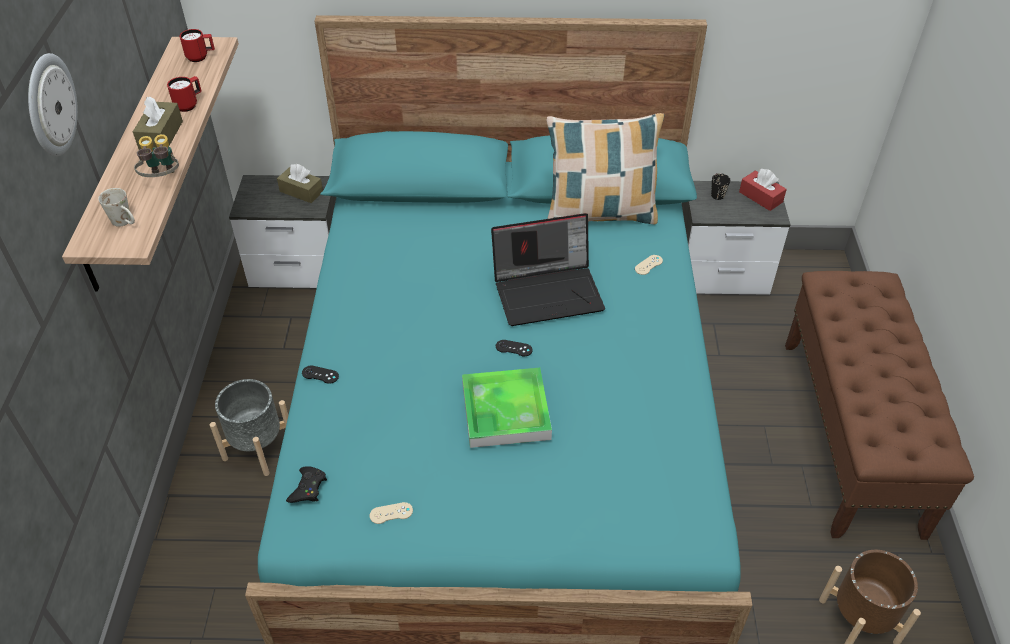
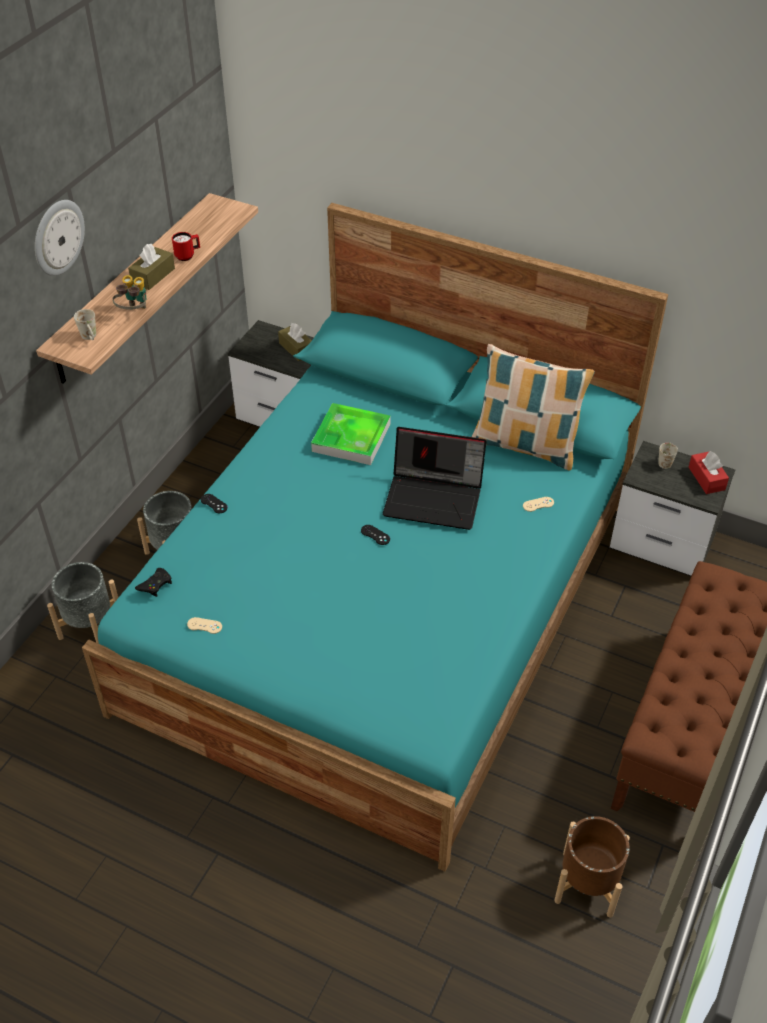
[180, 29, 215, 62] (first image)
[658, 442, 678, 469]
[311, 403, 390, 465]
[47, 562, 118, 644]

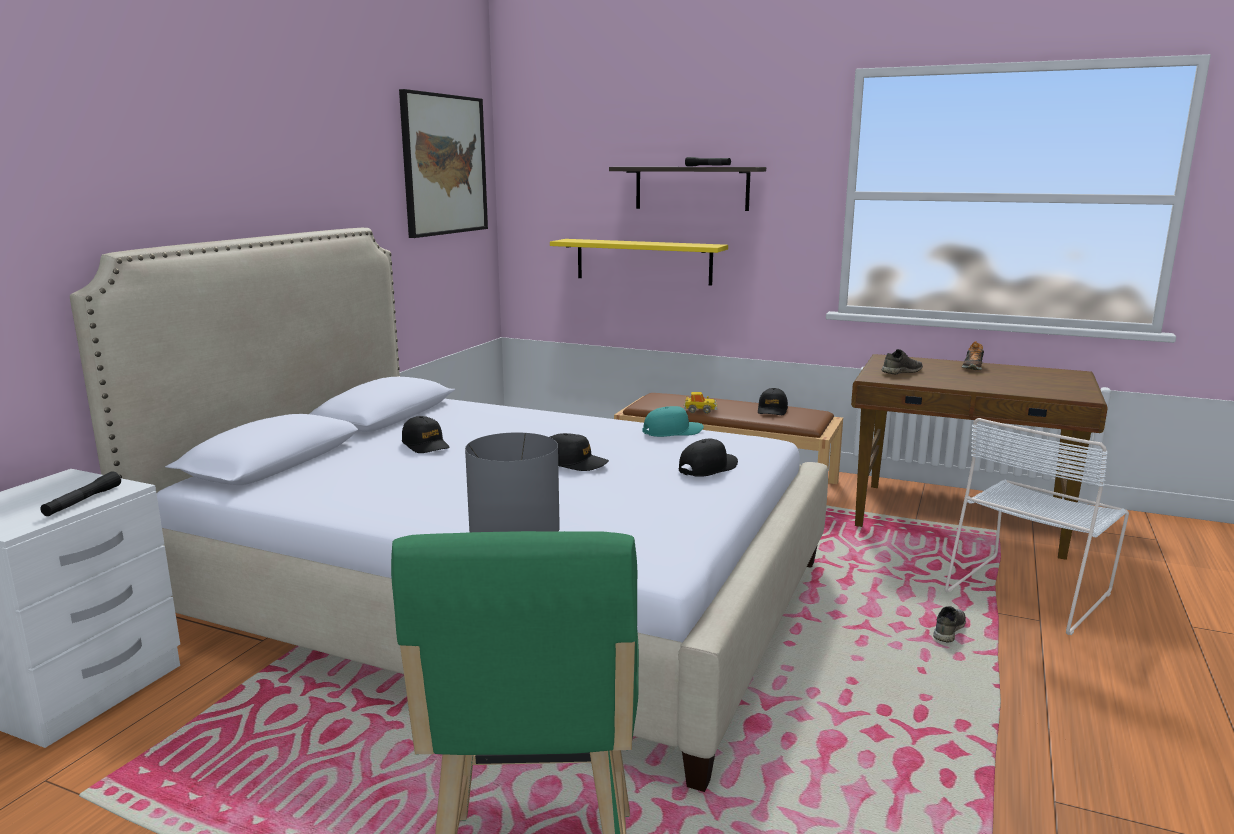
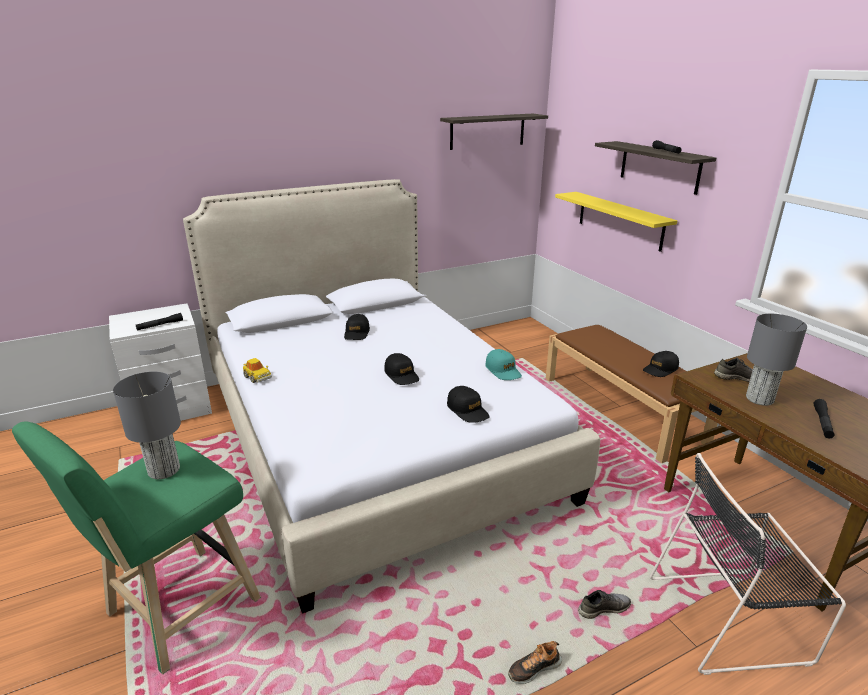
[440, 114, 548, 150]
[508, 641, 562, 684]
[243, 358, 272, 383]
[485, 349, 522, 380]
[650, 453, 846, 675]
[447, 386, 490, 423]
[746, 314, 807, 406]
[814, 399, 835, 438]

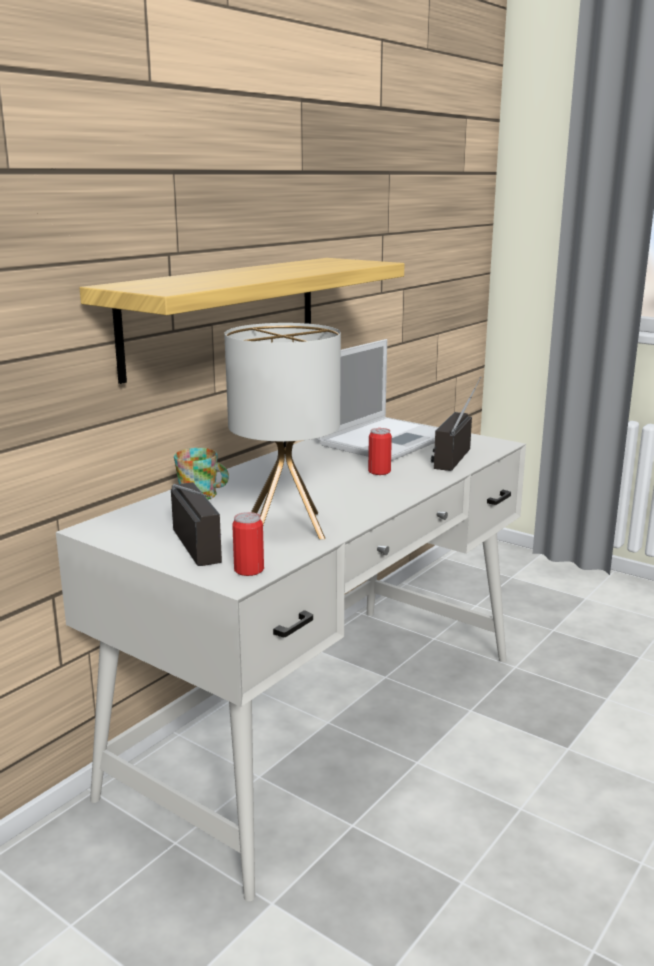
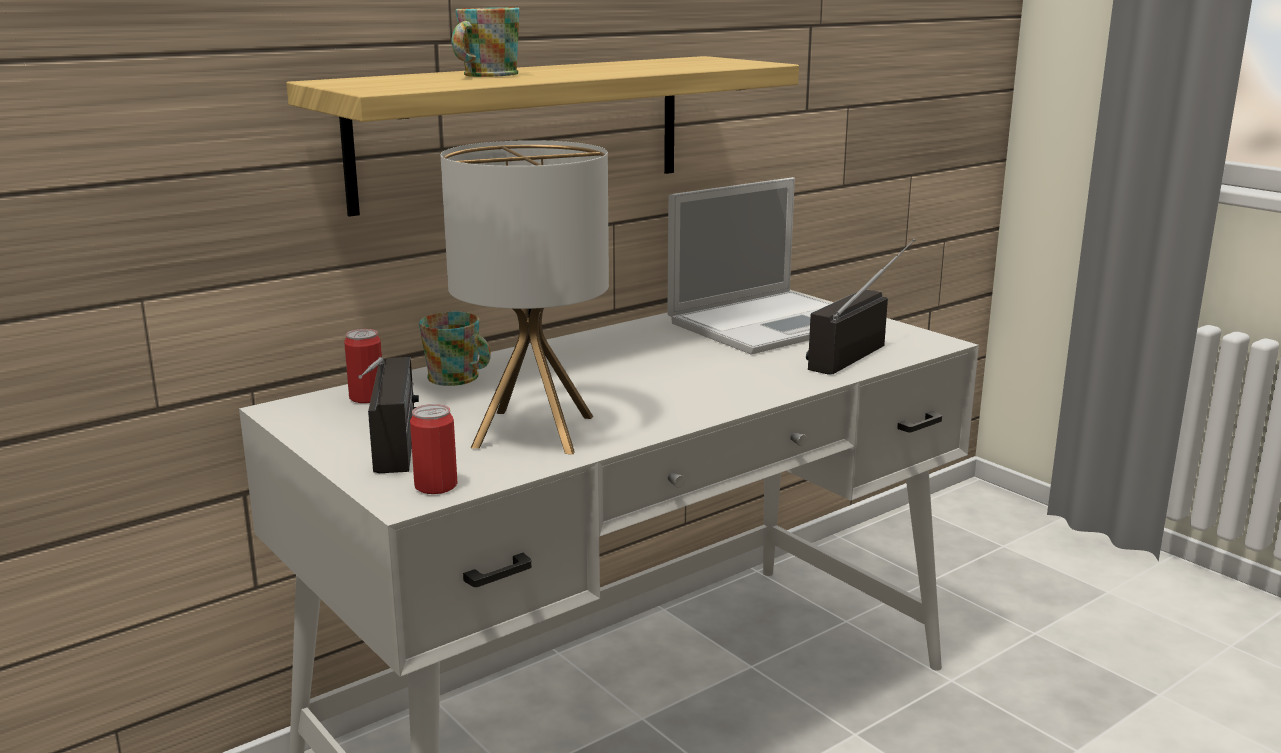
[344, 329, 382, 403]
[452, 7, 520, 77]

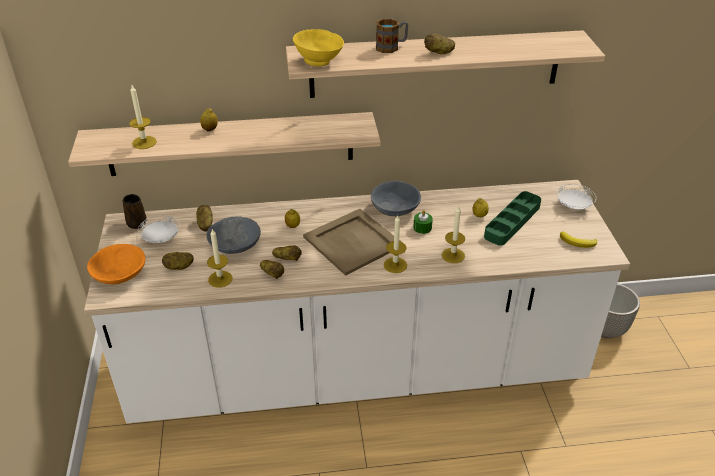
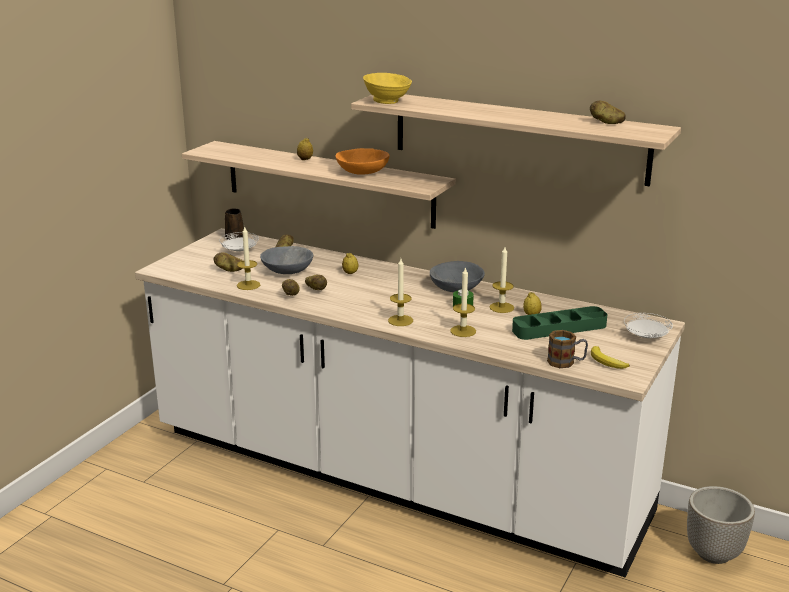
[547, 330, 588, 368]
[590, 100, 625, 124]
[489, 247, 514, 313]
[303, 209, 403, 276] (first image)
[335, 148, 390, 175]

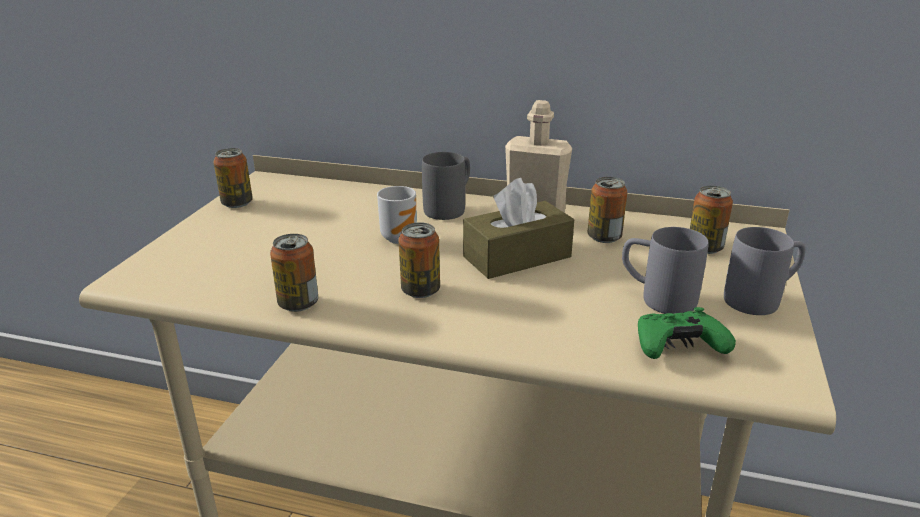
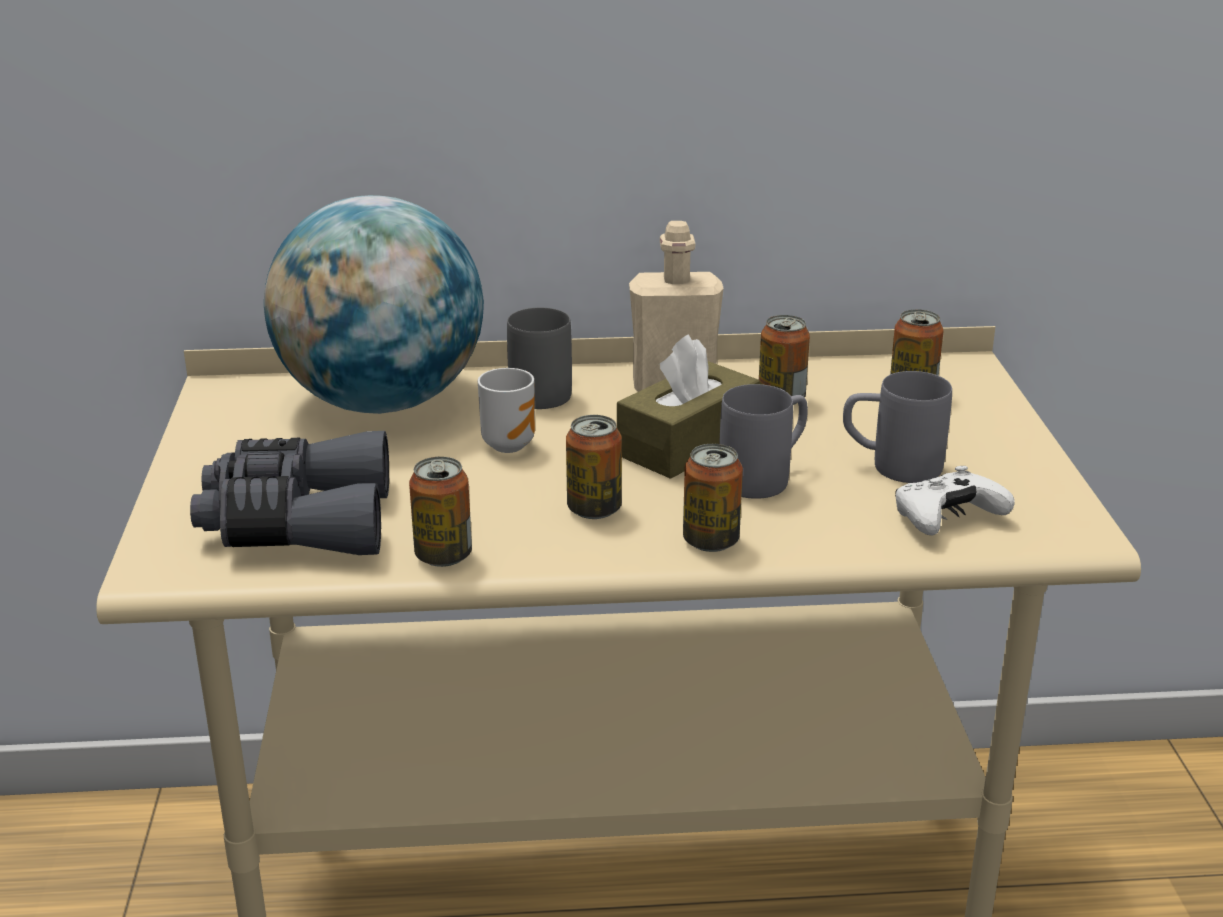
[683, 444, 743, 552]
[719, 384, 808, 499]
[895, 466, 1015, 536]
[264, 195, 484, 414]
[190, 431, 389, 555]

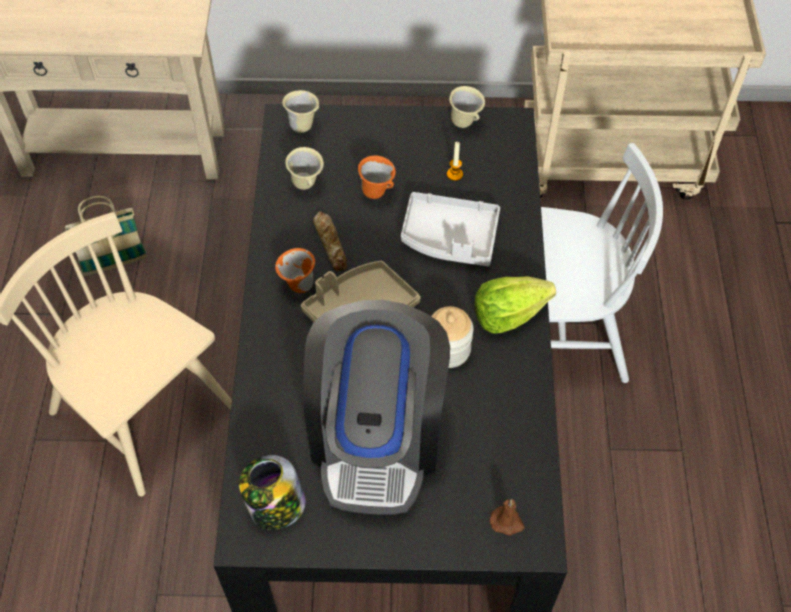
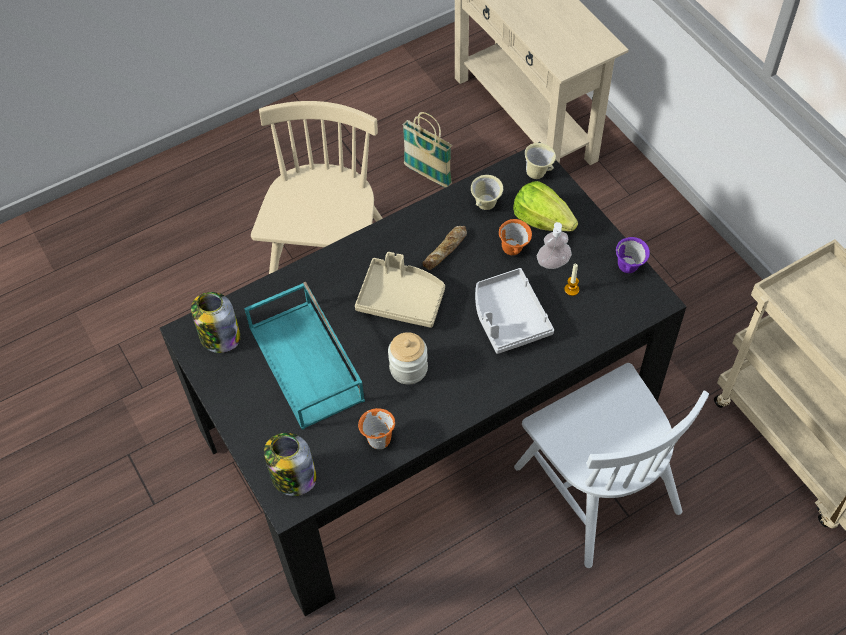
[616, 237, 650, 273]
[358, 408, 395, 449]
[513, 181, 578, 231]
[244, 282, 365, 430]
[264, 433, 317, 496]
[537, 222, 572, 269]

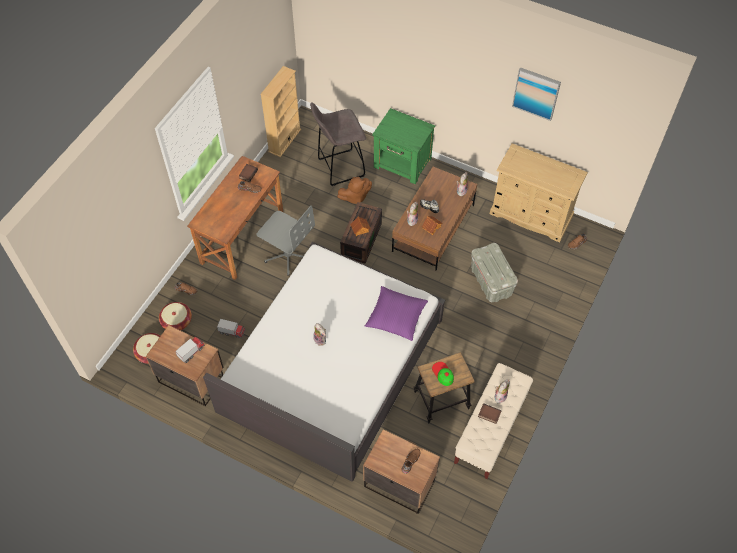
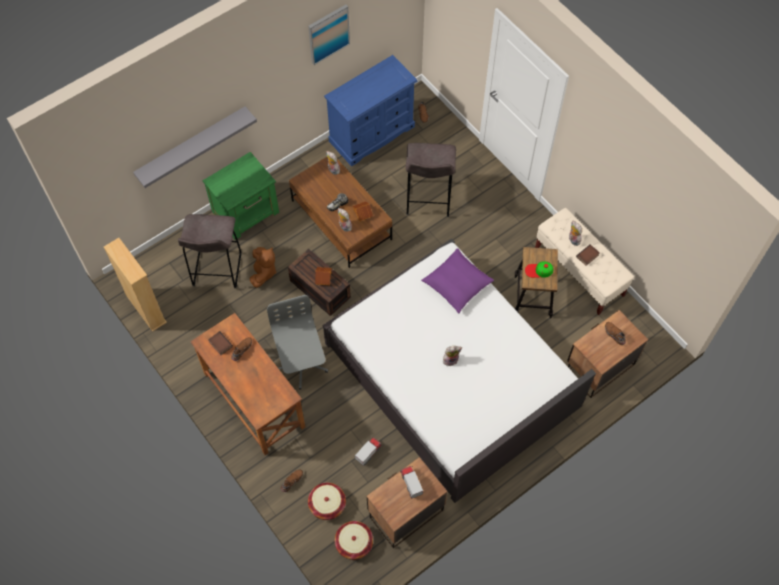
[324, 55, 417, 167]
[267, 295, 328, 390]
[406, 143, 456, 217]
[133, 106, 257, 188]

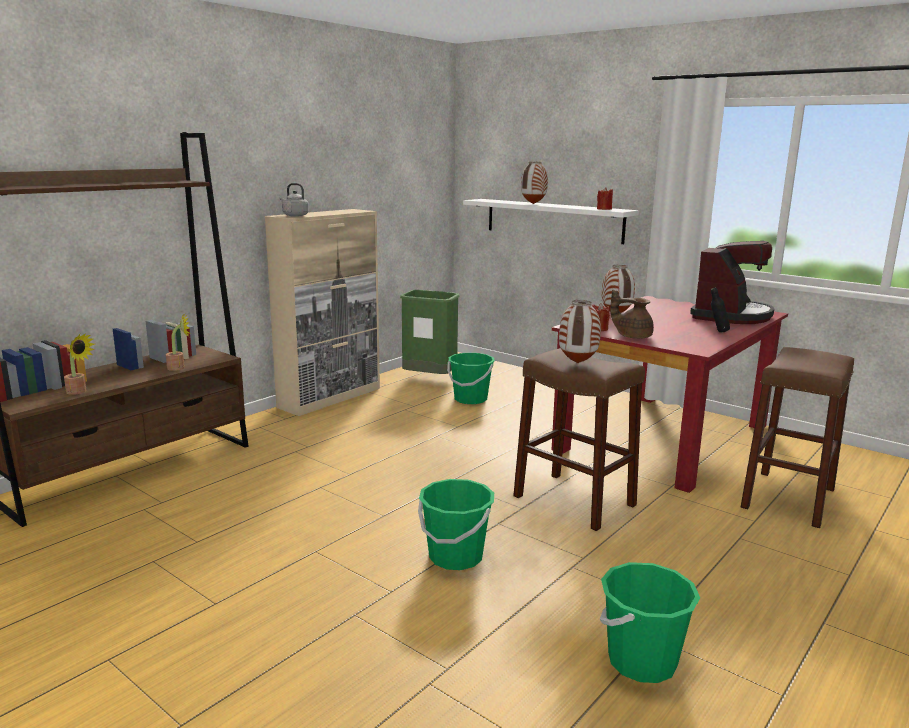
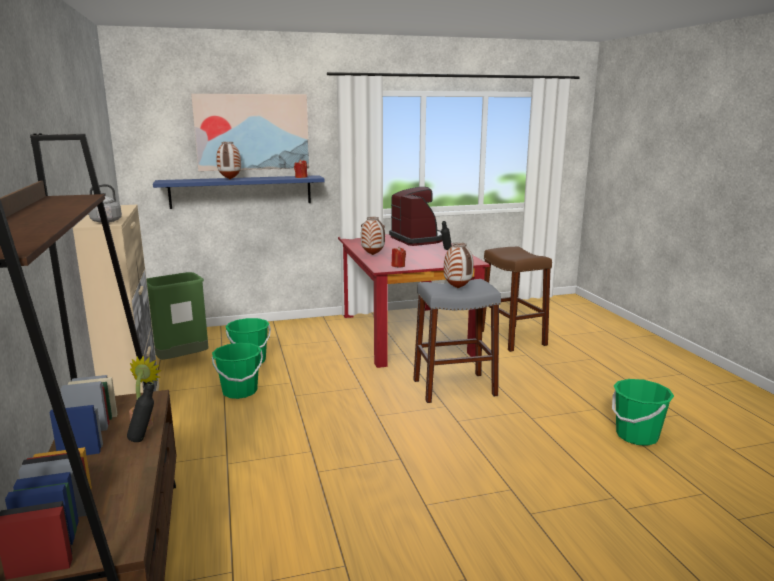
[153, 175, 325, 209]
[610, 289, 654, 339] (first image)
[64, 334, 95, 395] (first image)
[413, 279, 501, 403]
[212, 343, 263, 399]
[191, 94, 309, 171]
[127, 382, 154, 442]

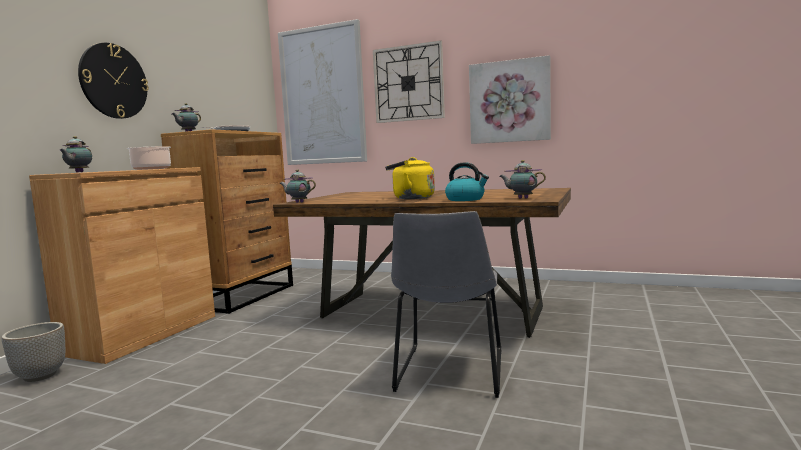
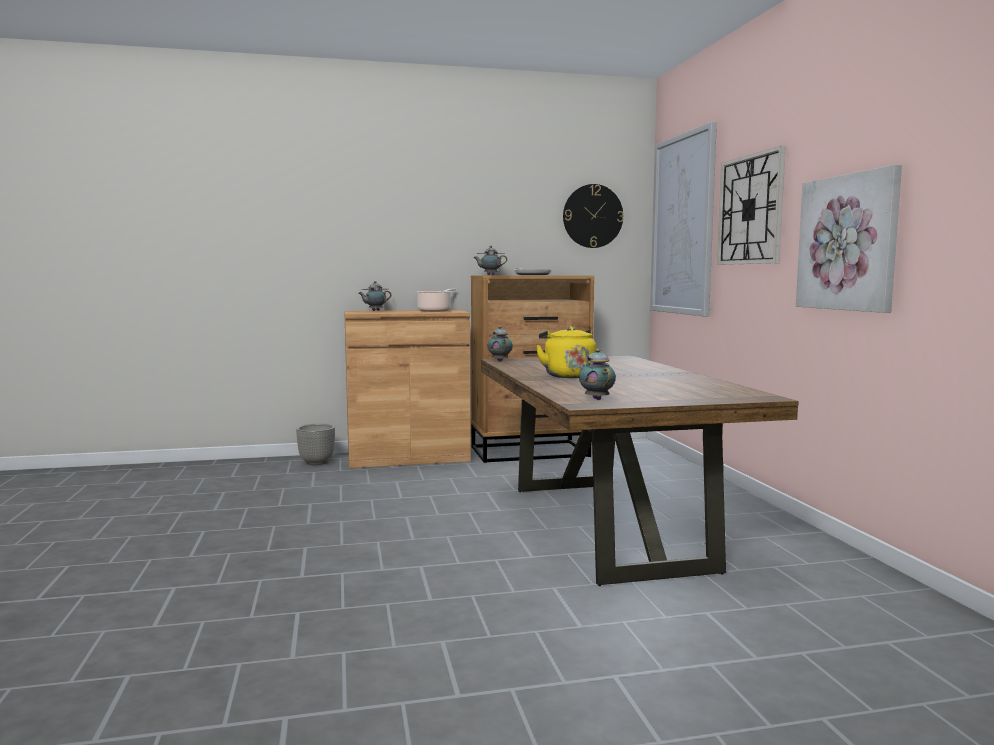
[563, 184, 624, 248]
[445, 162, 489, 201] (first image)
[391, 211, 501, 398] (first image)

